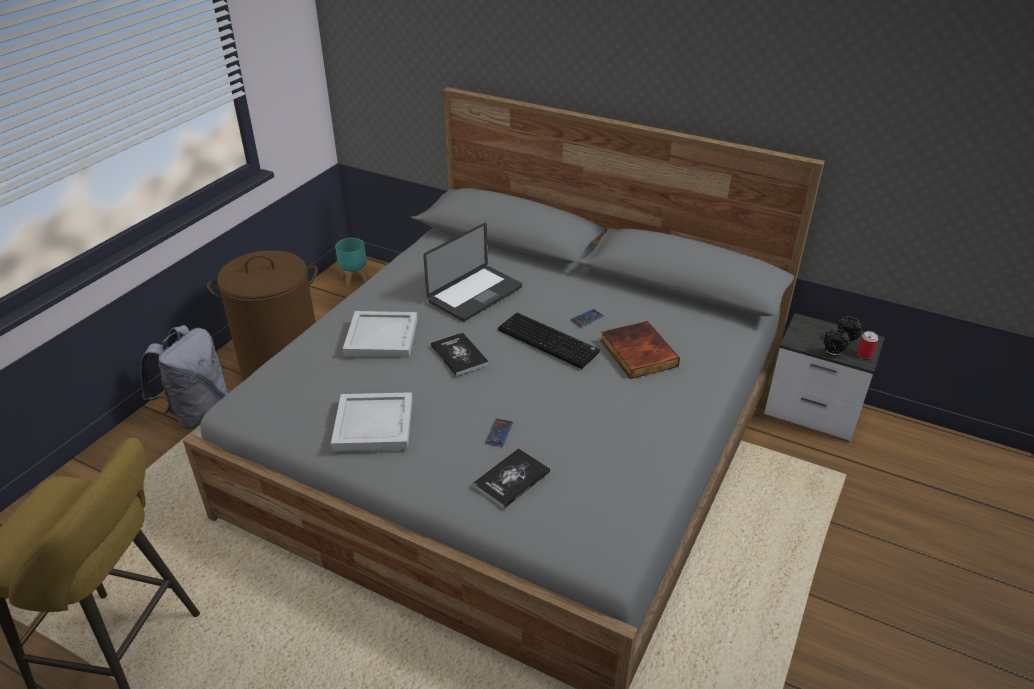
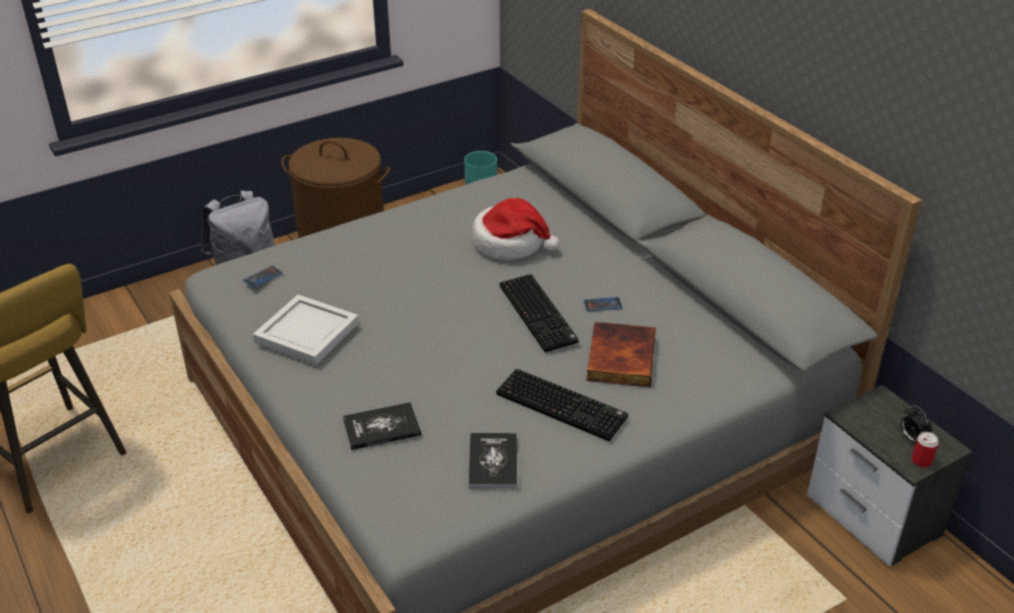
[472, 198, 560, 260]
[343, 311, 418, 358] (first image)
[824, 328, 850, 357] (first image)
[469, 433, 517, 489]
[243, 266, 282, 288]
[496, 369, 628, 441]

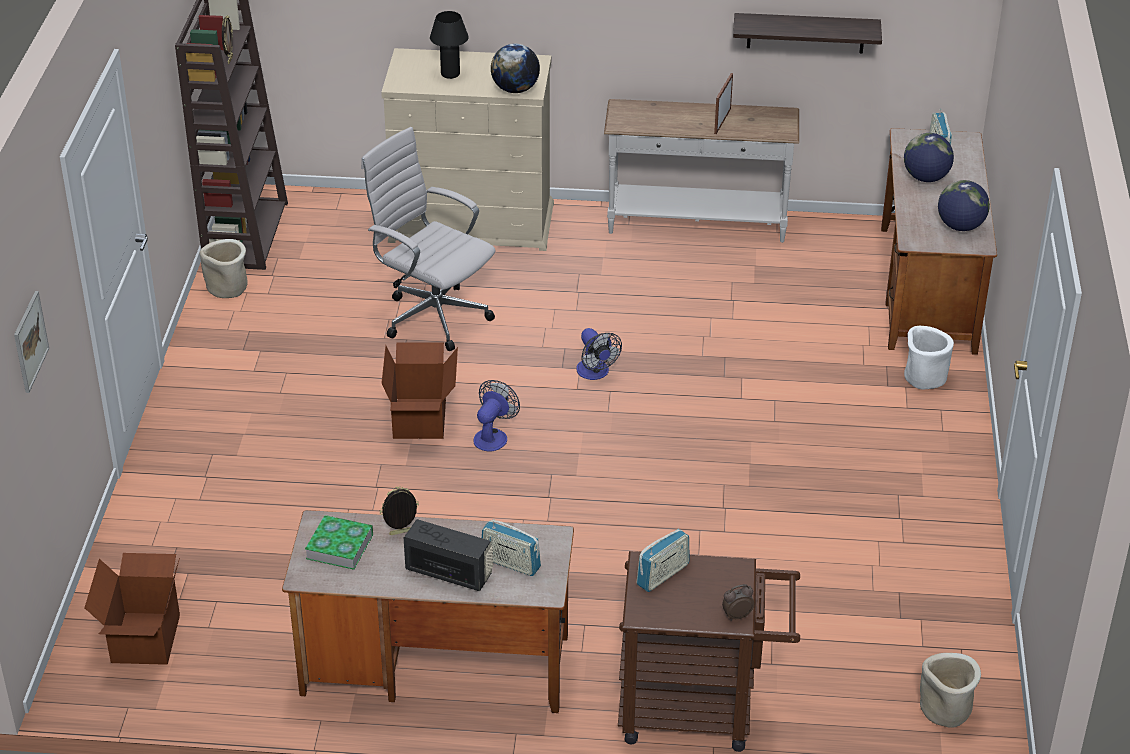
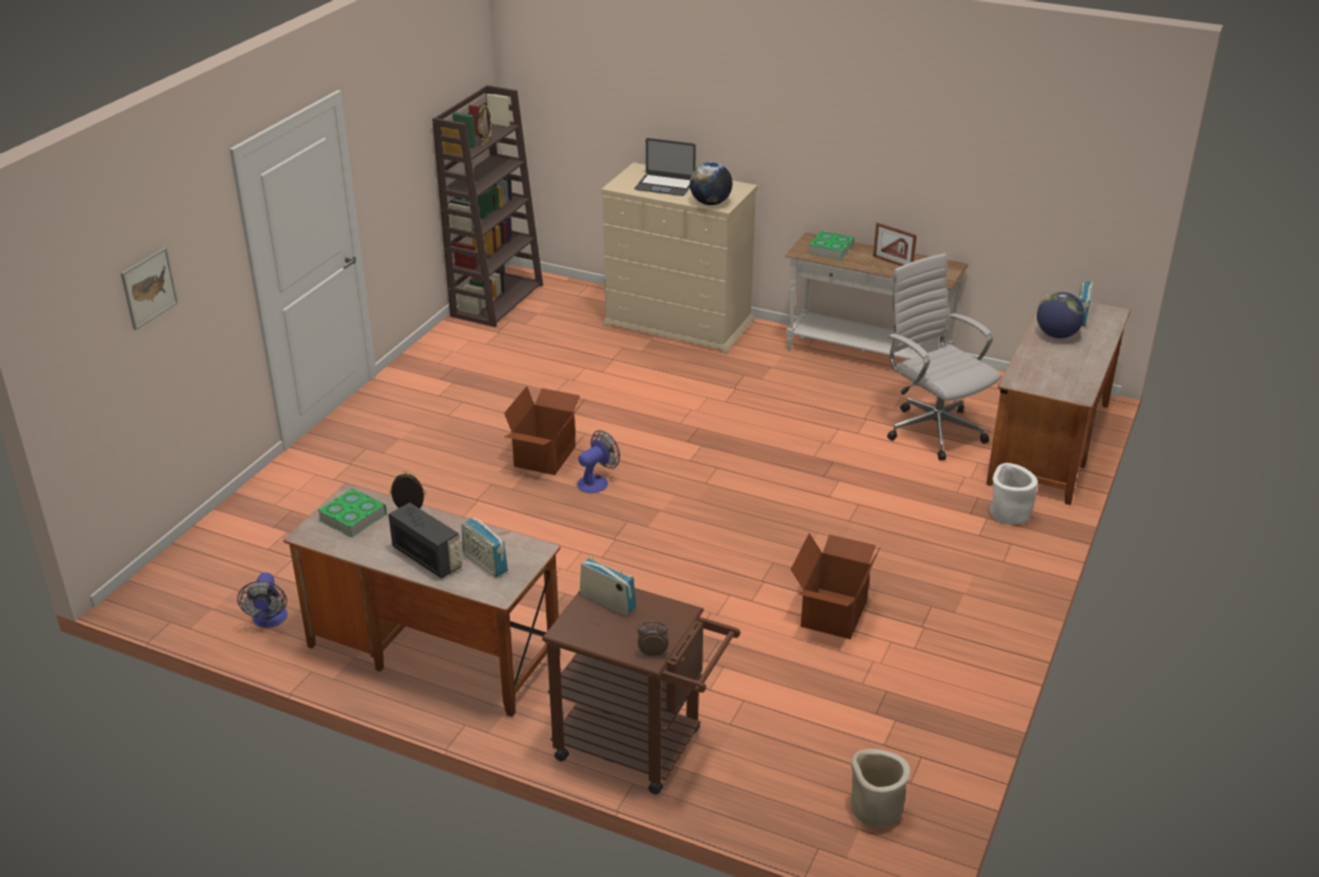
[634, 138, 696, 196]
[733, 13, 882, 53] (first image)
[873, 222, 917, 266]
[887, 253, 1001, 461]
[938, 180, 990, 231] (first image)
[199, 239, 248, 298] (first image)
[237, 572, 288, 628]
[580, 557, 636, 616]
[790, 533, 880, 639]
[809, 231, 854, 260]

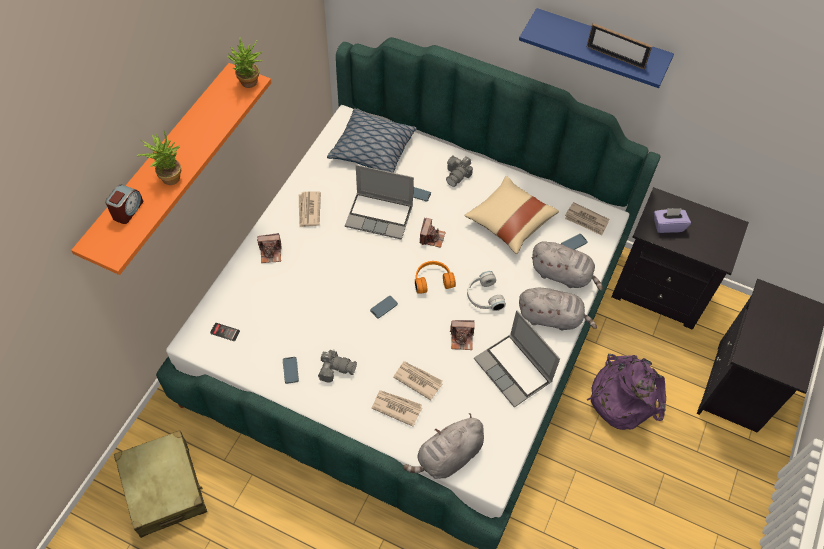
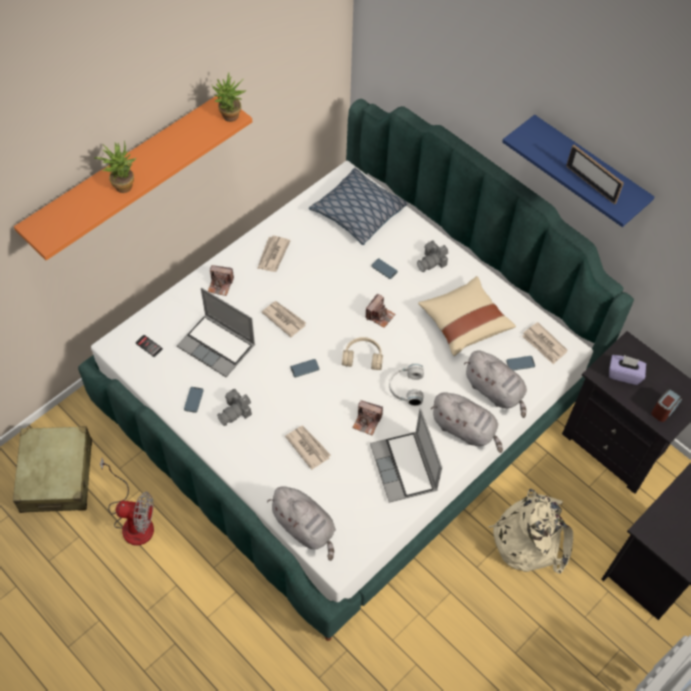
[177, 288, 255, 377]
[651, 389, 682, 422]
[342, 337, 383, 370]
[217, 389, 252, 426]
[488, 489, 573, 574]
[262, 301, 306, 337]
[267, 486, 336, 561]
[100, 458, 154, 545]

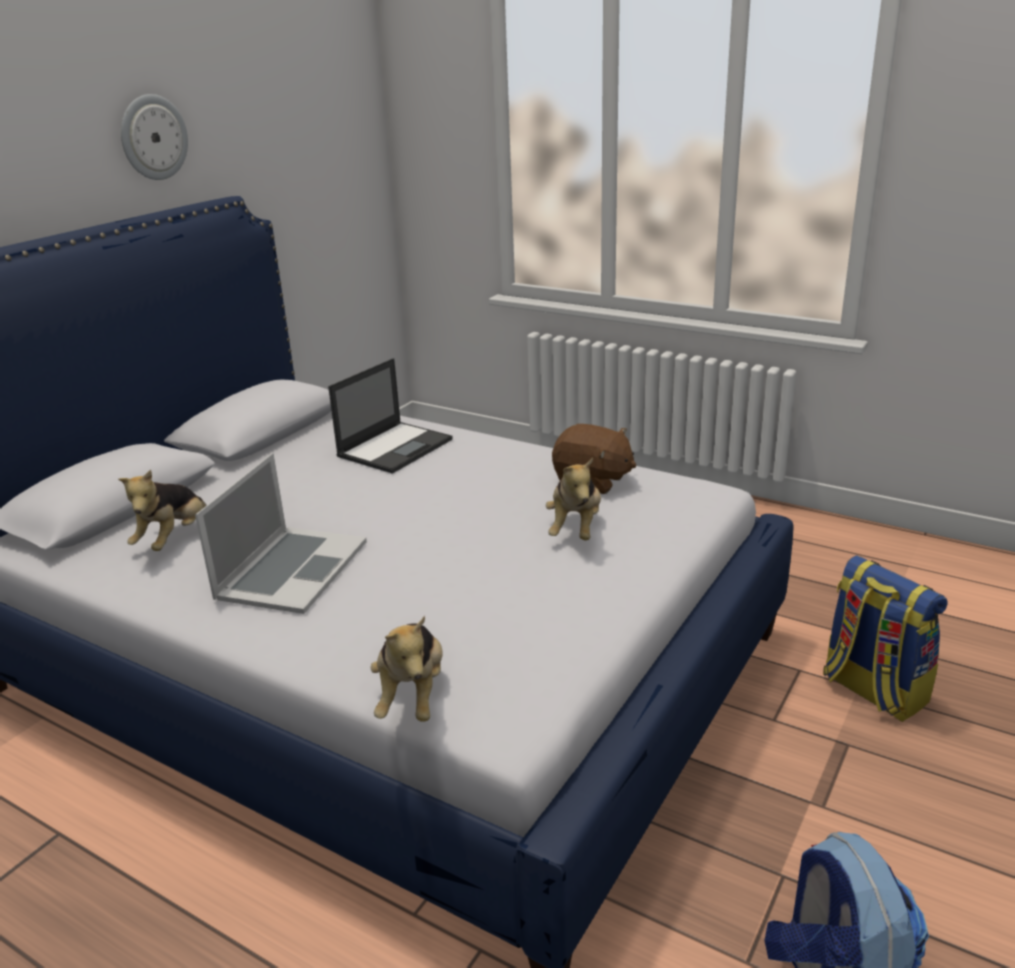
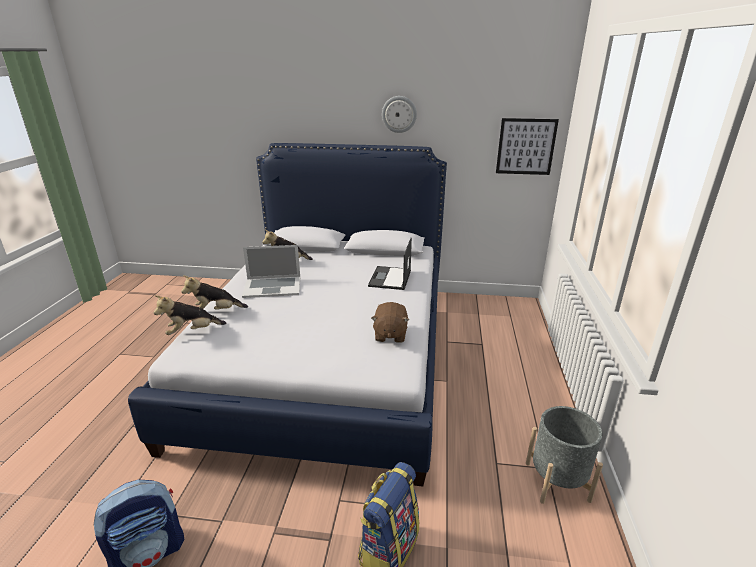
[368, 238, 412, 290]
[181, 275, 248, 310]
[496, 118, 559, 175]
[526, 406, 603, 504]

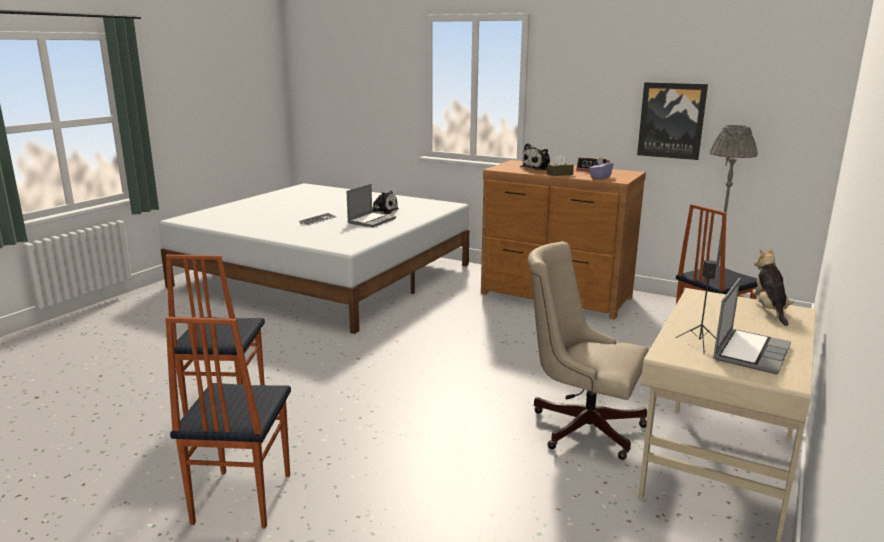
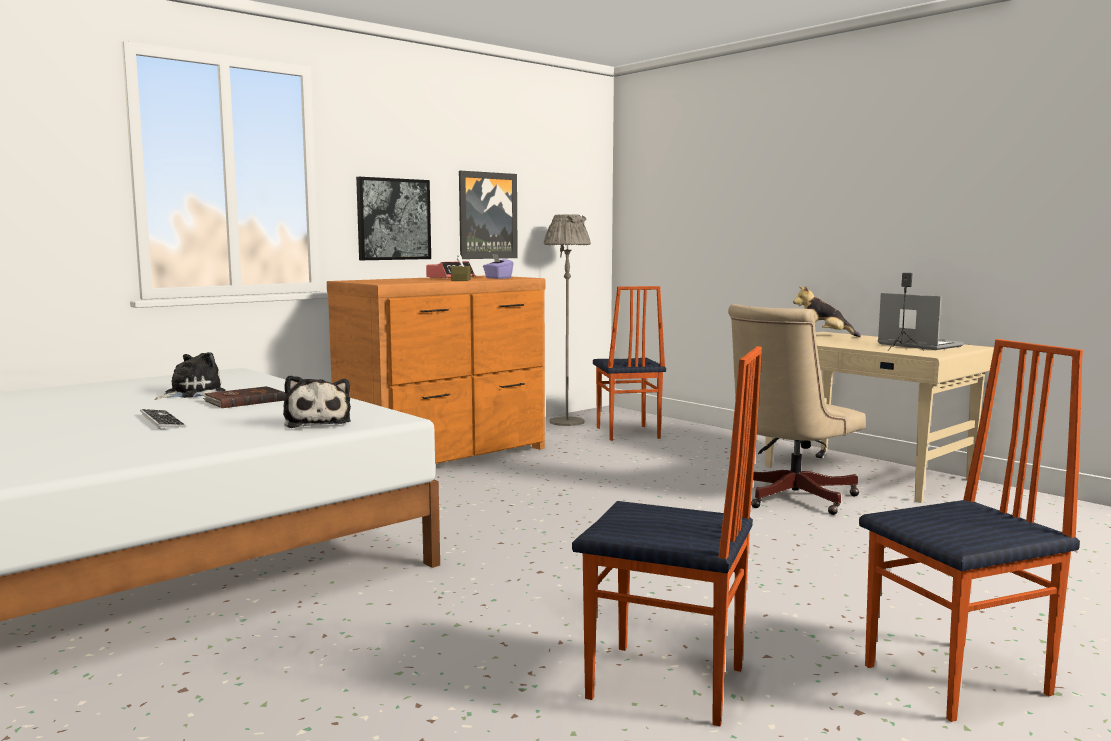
[283, 375, 351, 428]
[202, 386, 285, 408]
[859, 339, 1083, 722]
[356, 177, 431, 260]

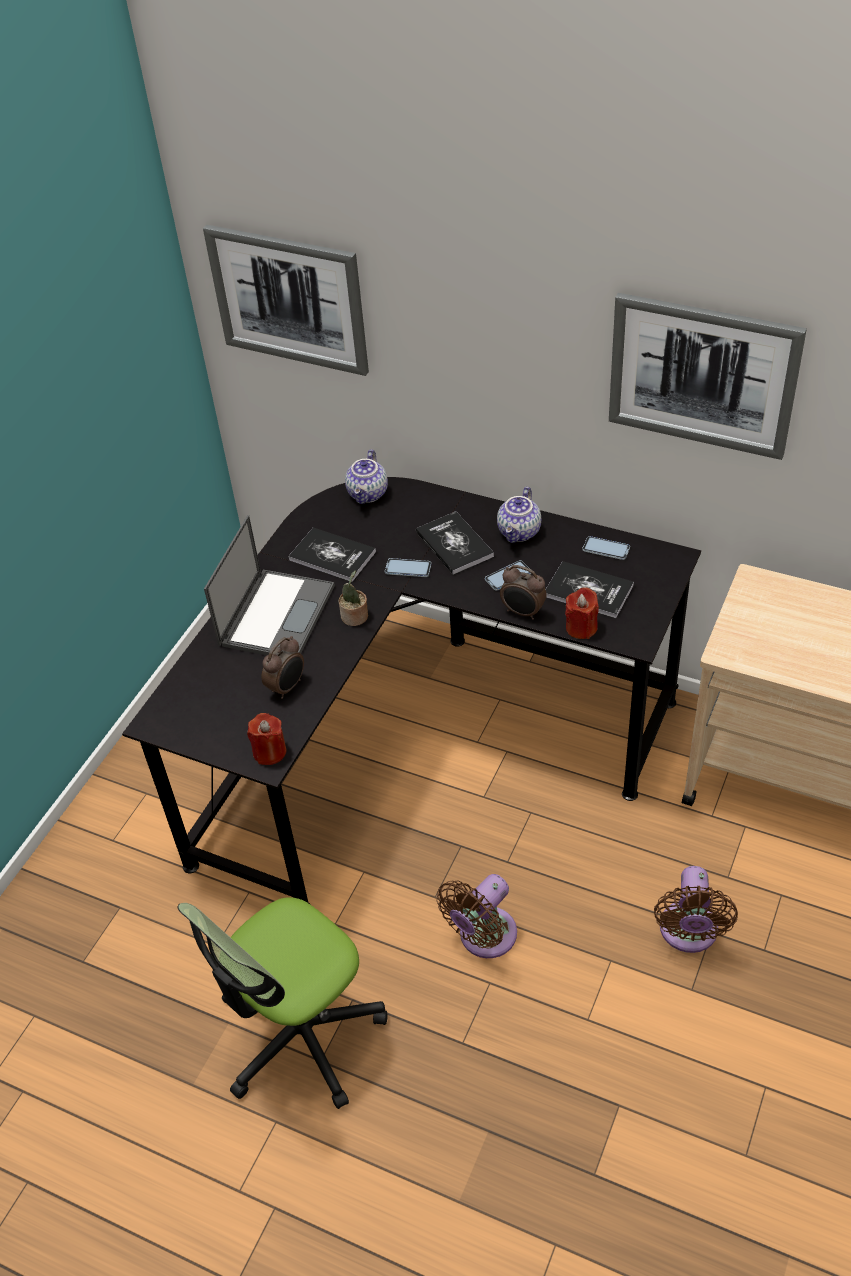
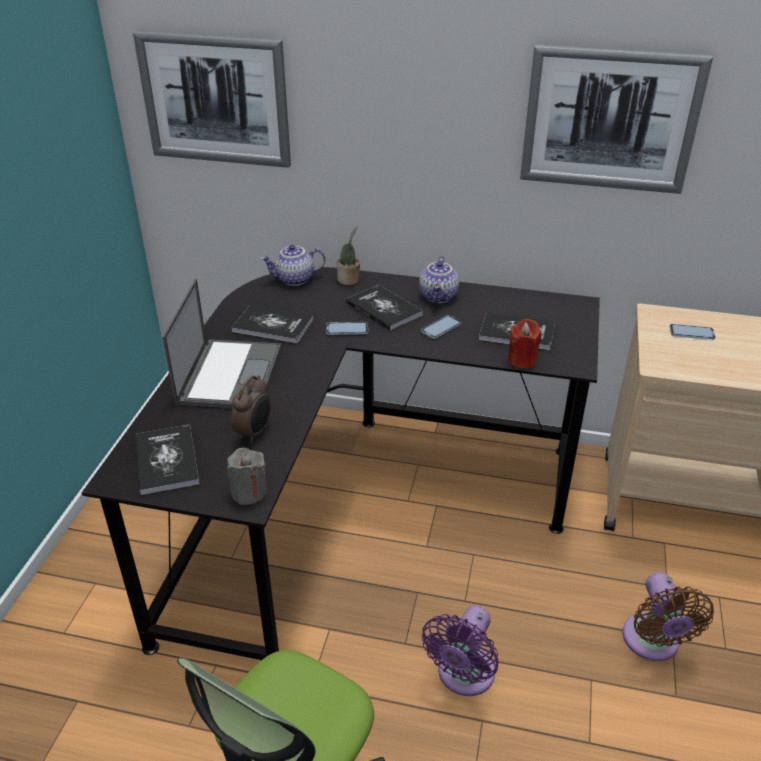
[260, 245, 326, 286]
[670, 324, 716, 340]
[500, 565, 547, 620] (first image)
[337, 226, 360, 285]
[227, 448, 267, 505]
[422, 605, 499, 696]
[136, 424, 200, 495]

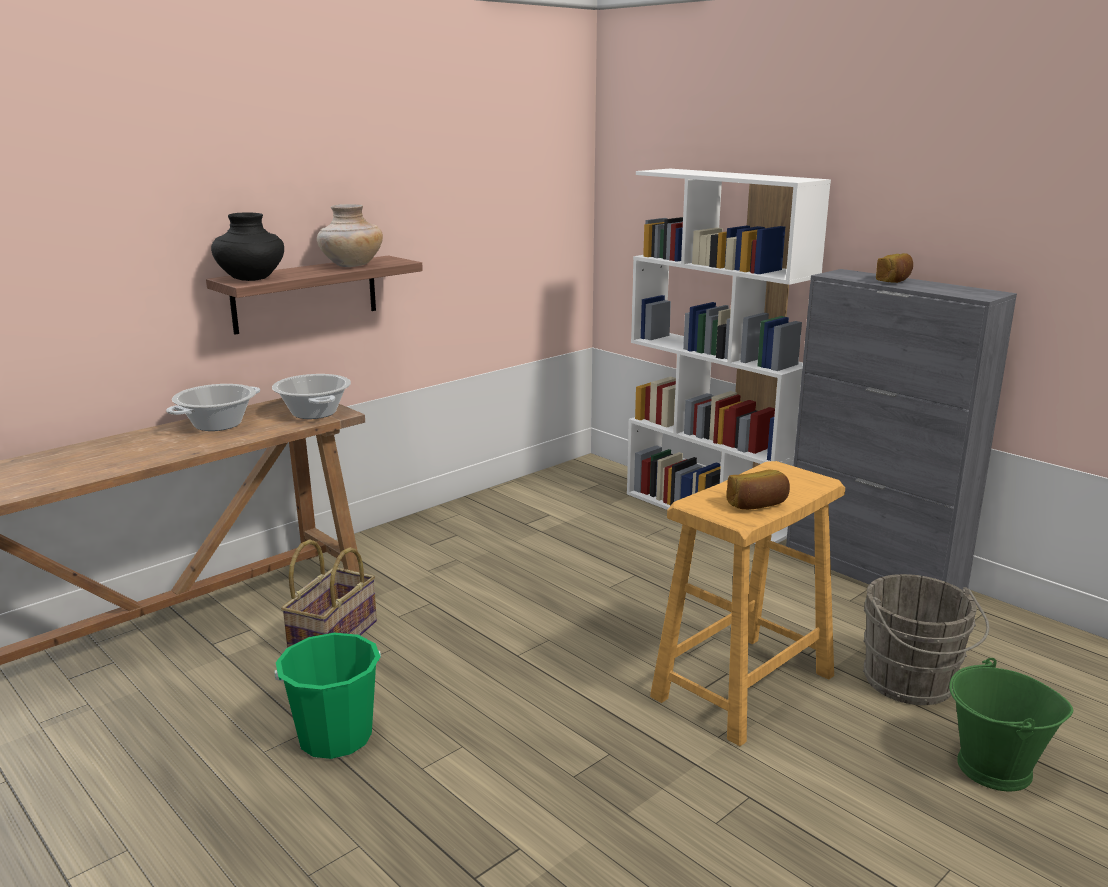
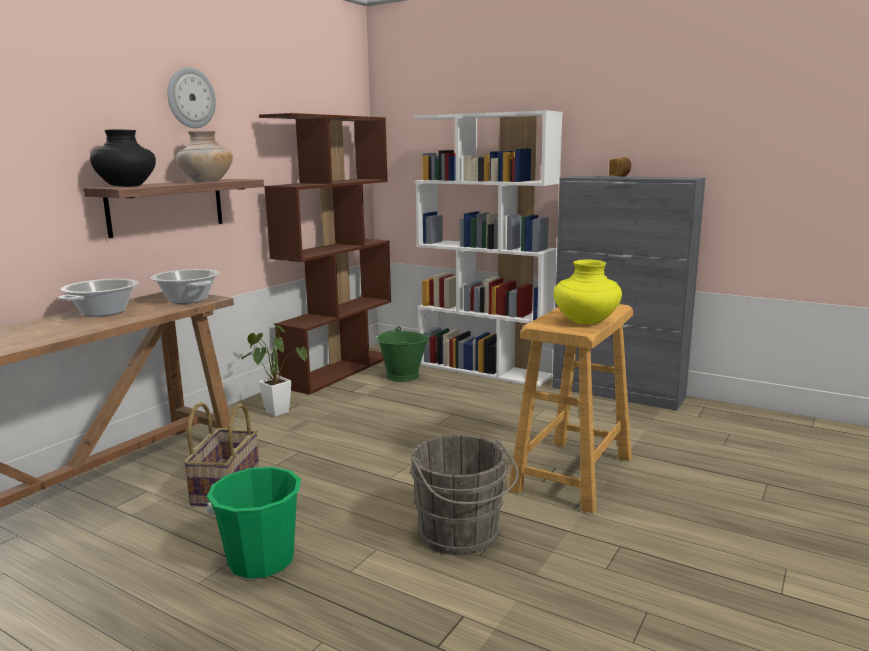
[554, 259, 622, 324]
[410, 435, 519, 555]
[376, 326, 430, 382]
[167, 67, 216, 128]
[259, 113, 391, 395]
[241, 323, 307, 417]

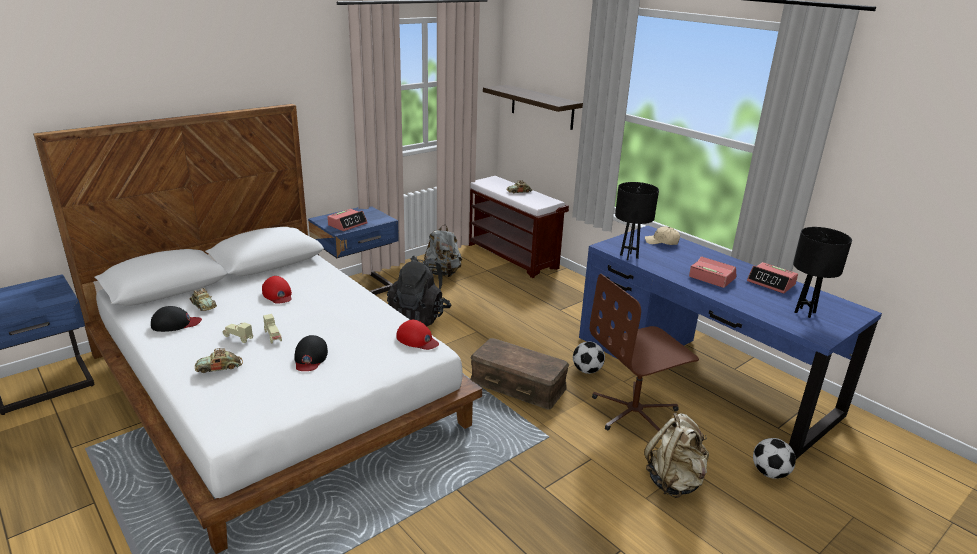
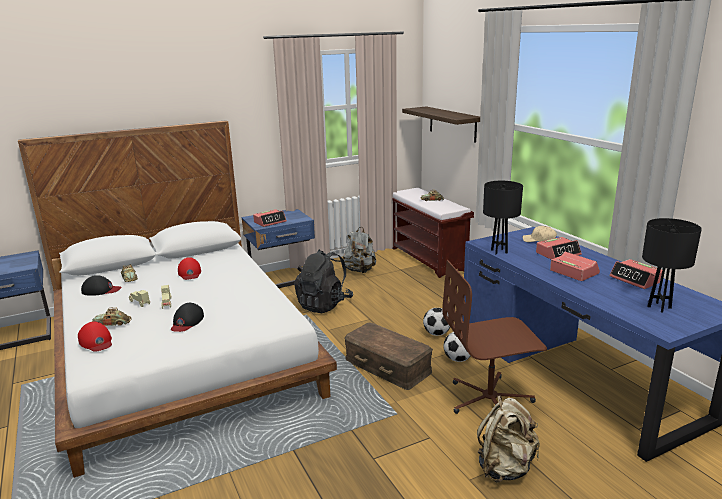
[78, 322, 112, 352]
[423, 308, 450, 336]
[536, 237, 582, 259]

